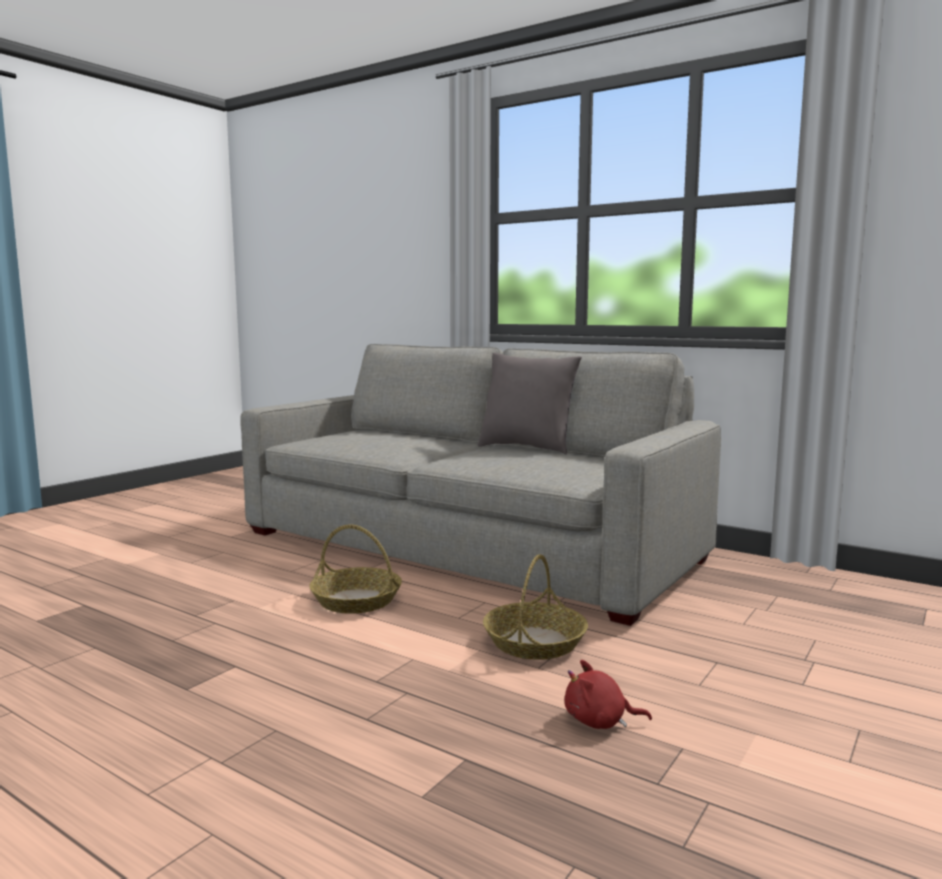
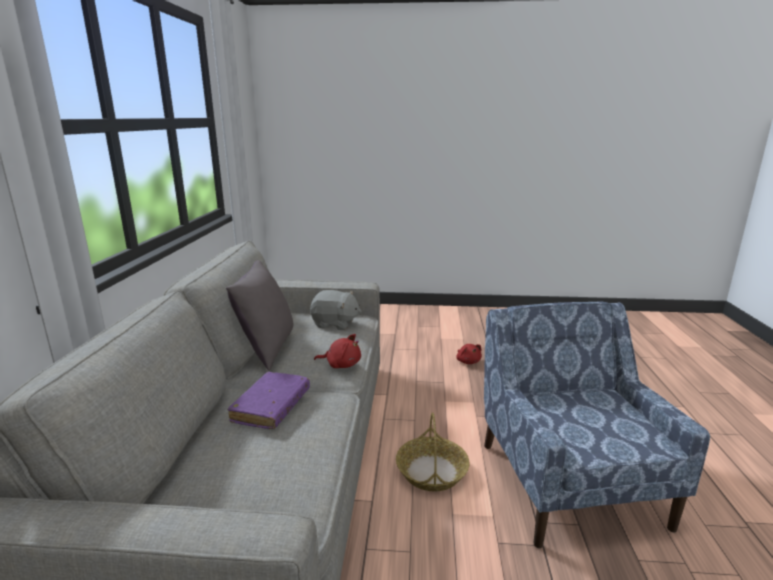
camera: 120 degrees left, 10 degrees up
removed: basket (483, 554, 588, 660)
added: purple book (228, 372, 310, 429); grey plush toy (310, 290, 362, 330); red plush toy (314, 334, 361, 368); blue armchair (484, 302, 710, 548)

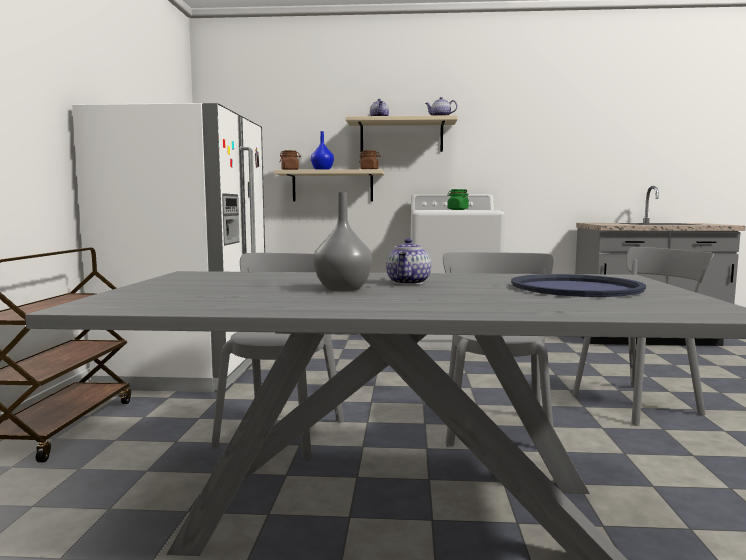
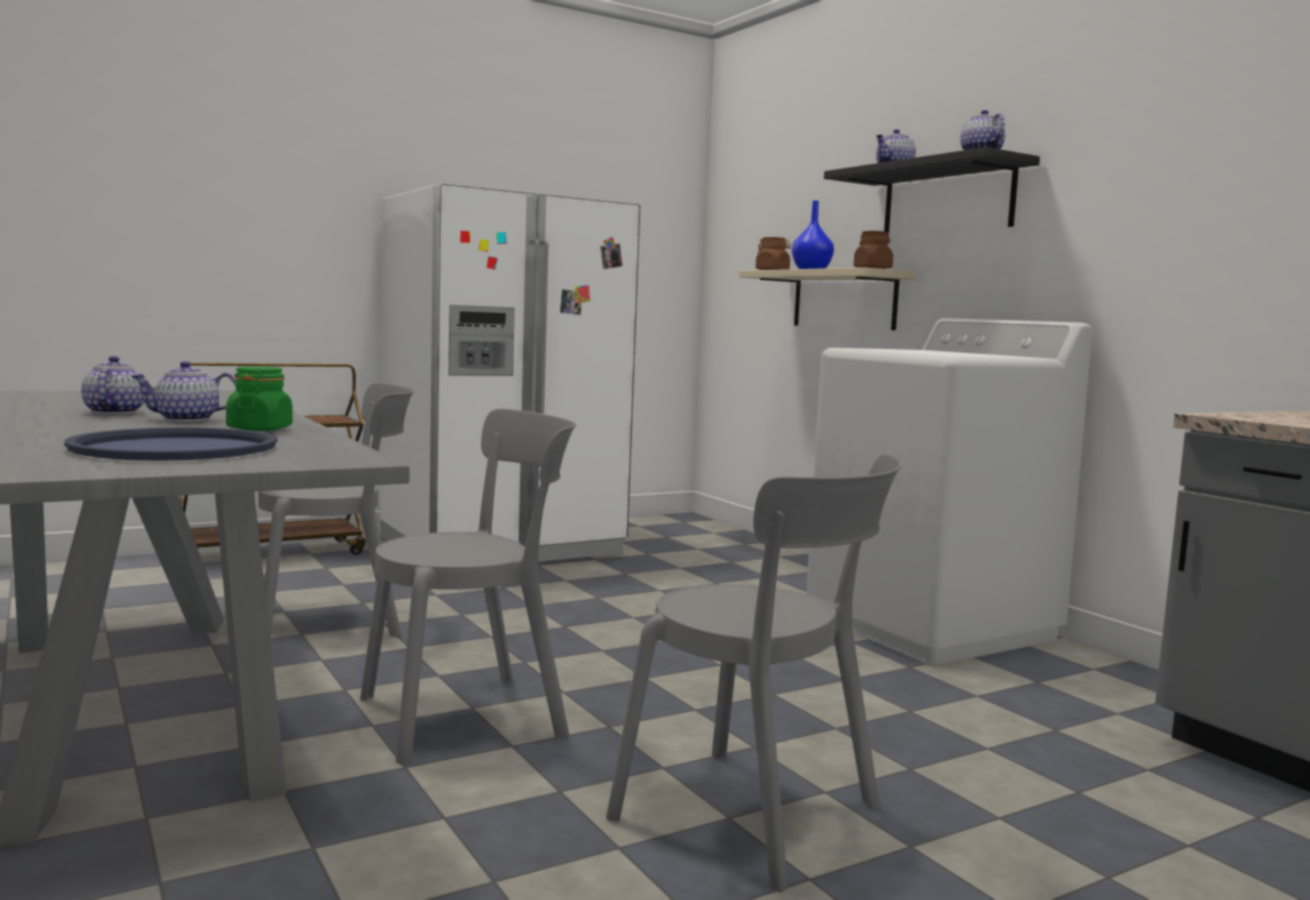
camera: 55 degrees right, 0 degrees up
moved: green jar (447, 189, 469, 210) to (226, 366, 293, 431)
replaced: grey vase (313, 192, 372, 291) to teapot (81, 356, 144, 414)
recoloured: beige shelf (346, 115, 458, 152) to black shelf (824, 147, 1040, 235)

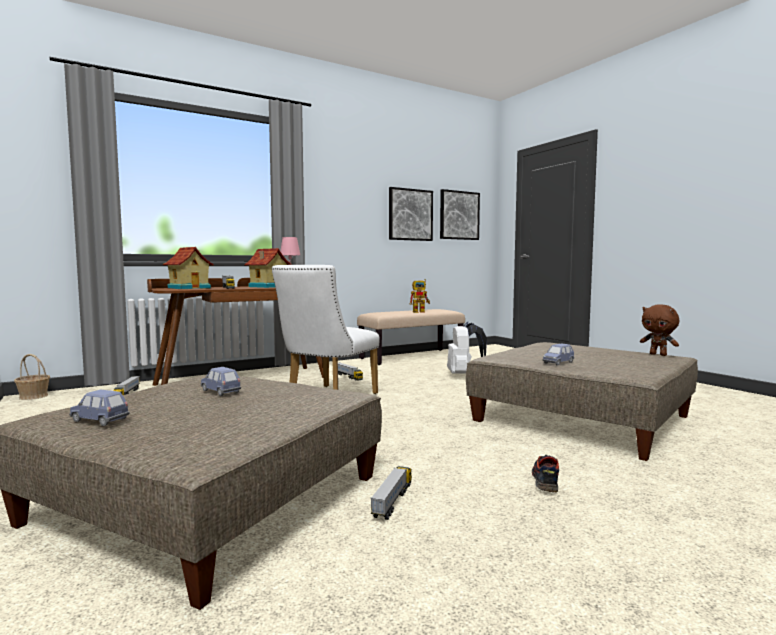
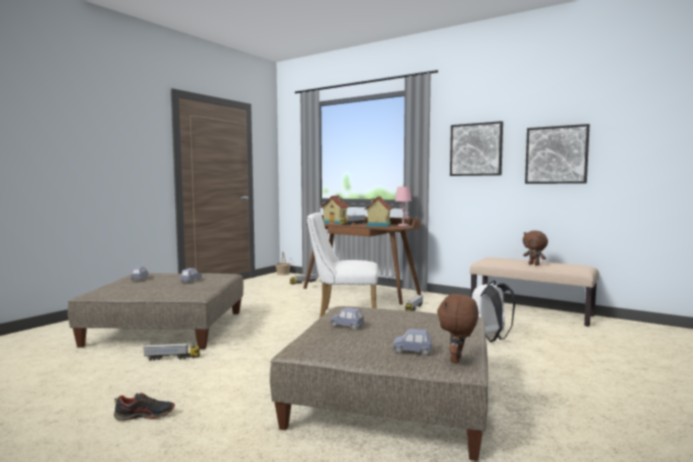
camera: 65 degrees right, 0 degrees up
added: blue toy car (392, 329, 433, 356)
moved: shoe (532, 455, 559, 492) to (114, 393, 175, 421); picture (440, 189, 480, 240) to (450, 121, 503, 176)
replaced: toy robot (409, 279, 430, 313) to brown plush toy (523, 231, 548, 266)

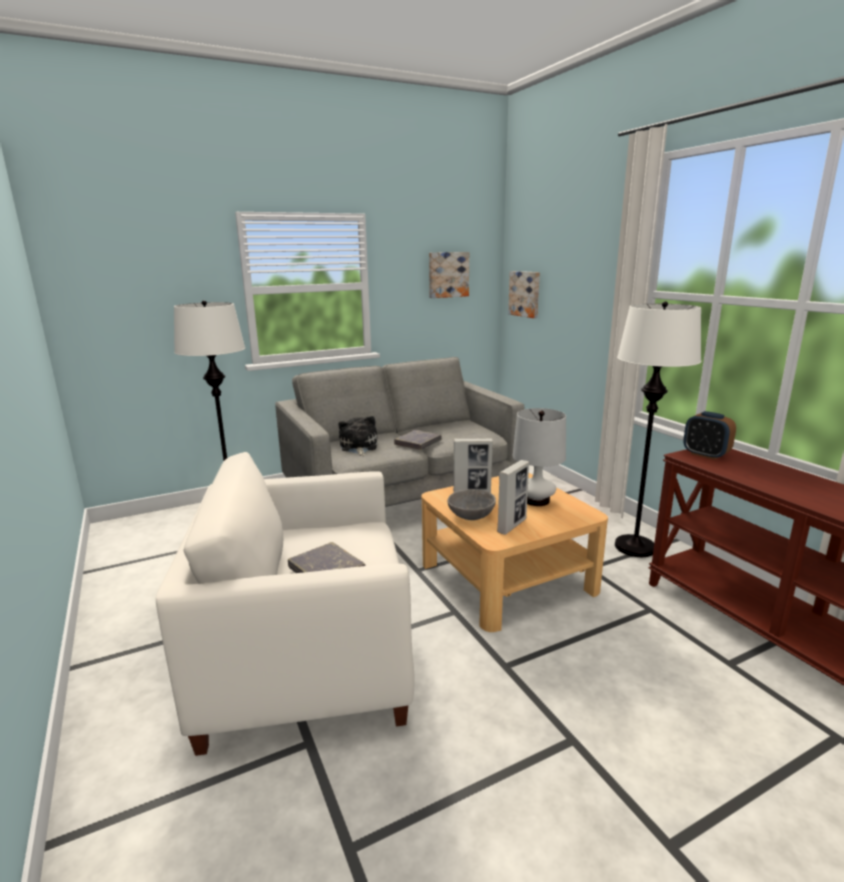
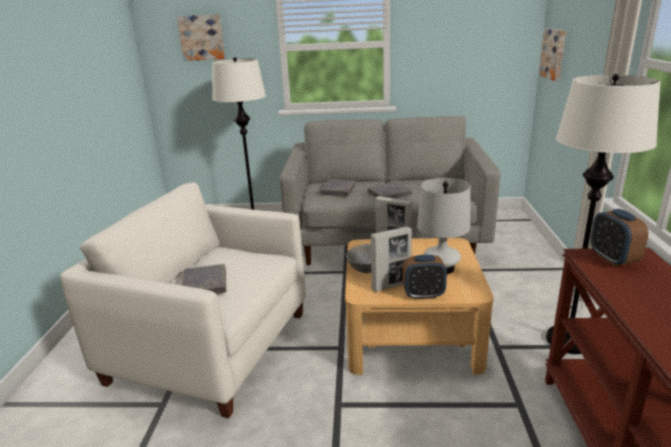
camera: 30 degrees right, 5 degrees up
added: alarm clock (402, 255, 447, 299)
moved: picture (429, 252, 469, 298) to (177, 14, 225, 61)
replaced: plush toy (339, 416, 377, 456) to grey book (320, 179, 356, 196)

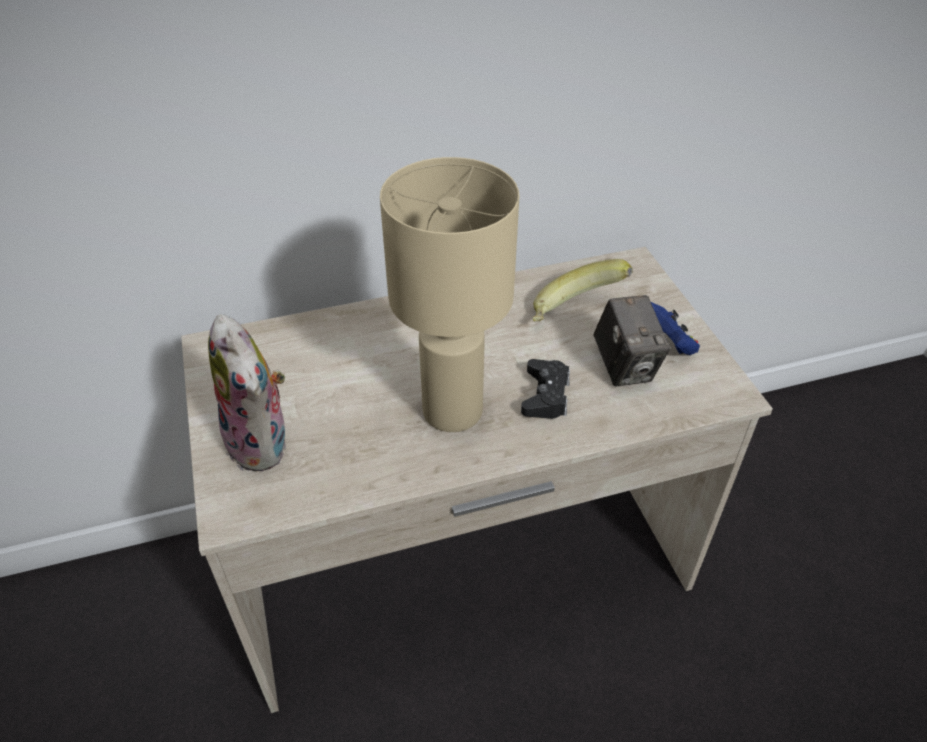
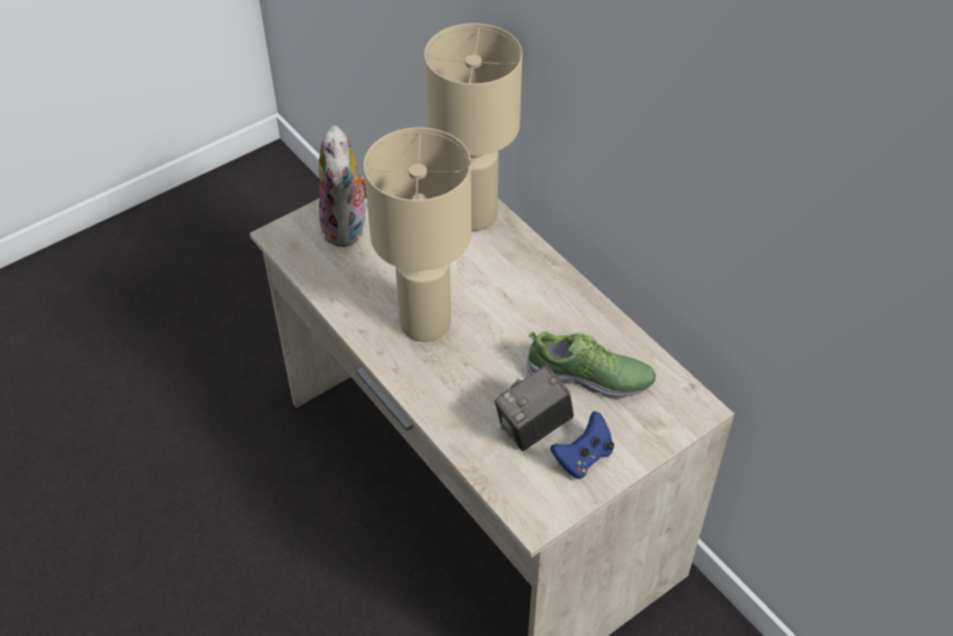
camera: 70 degrees right, 5 degrees up
removed: black game controller (521, 359, 570, 419)
added: beige table lamp (424, 23, 522, 231)
replaced: banana (532, 259, 633, 322) to shoe (526, 331, 656, 398)
turned: plush toy (208, 314, 286, 471) = (319, 125, 366, 247) 45 degrees counterclockwise

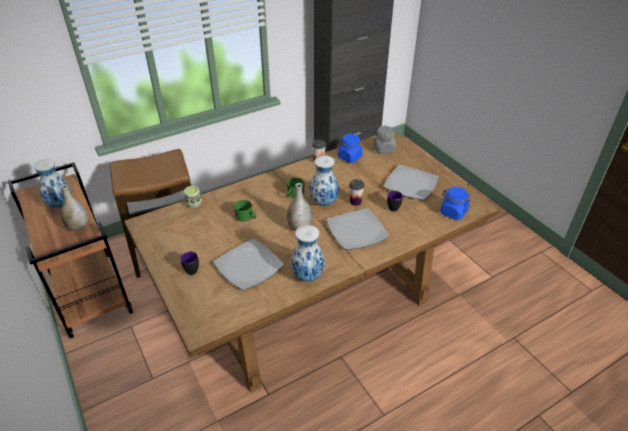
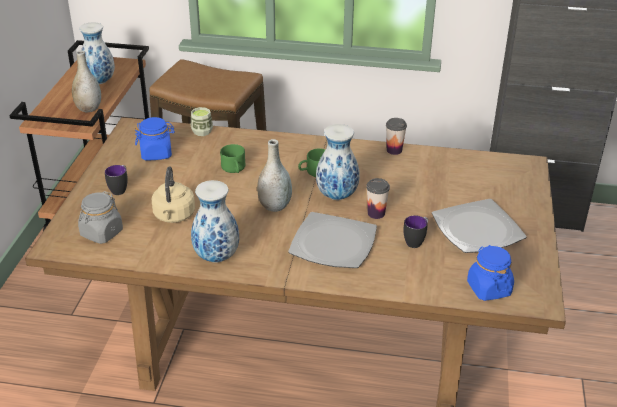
camera: 40 degrees right, 5 degrees down
moved: grey jar (373, 125, 396, 154) to (78, 191, 123, 244); blue jar (338, 134, 363, 163) to (135, 117, 175, 160)
replaced: plate (213, 239, 284, 290) to beige kettle (152, 167, 195, 223)

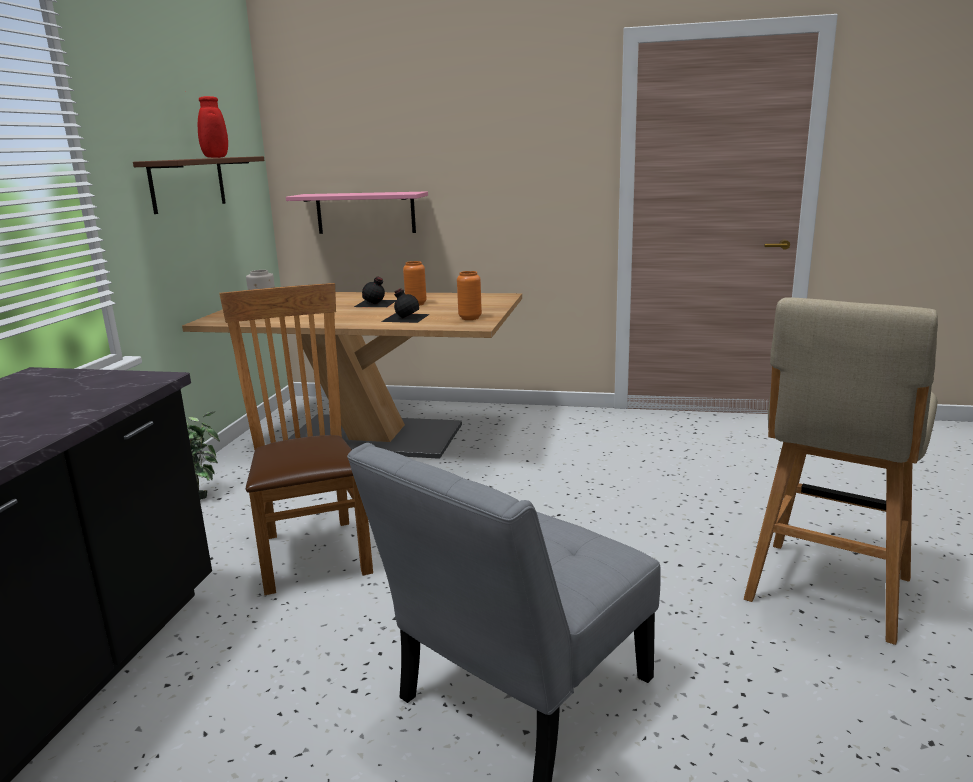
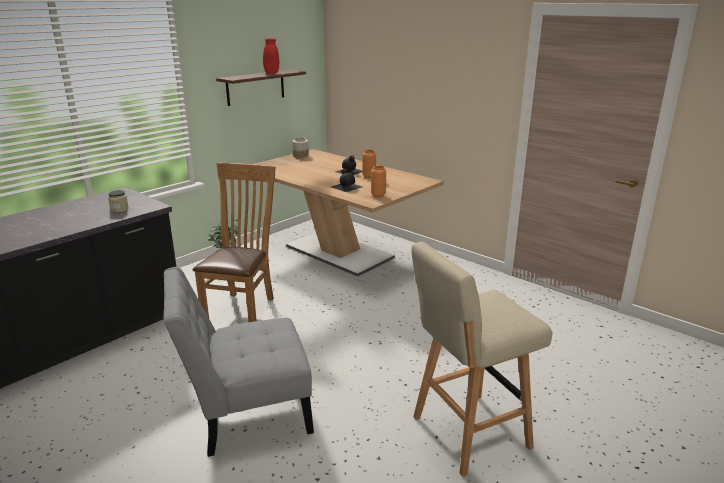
camera: 30 degrees right, 5 degrees up
removed: pink shelf (286, 191, 428, 234)
added: jar (108, 190, 129, 212)

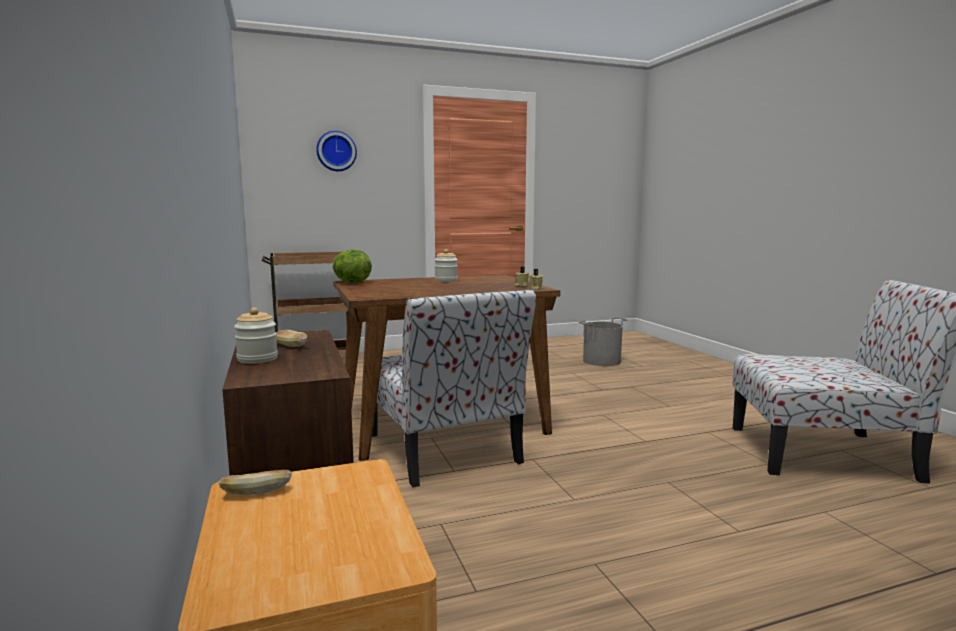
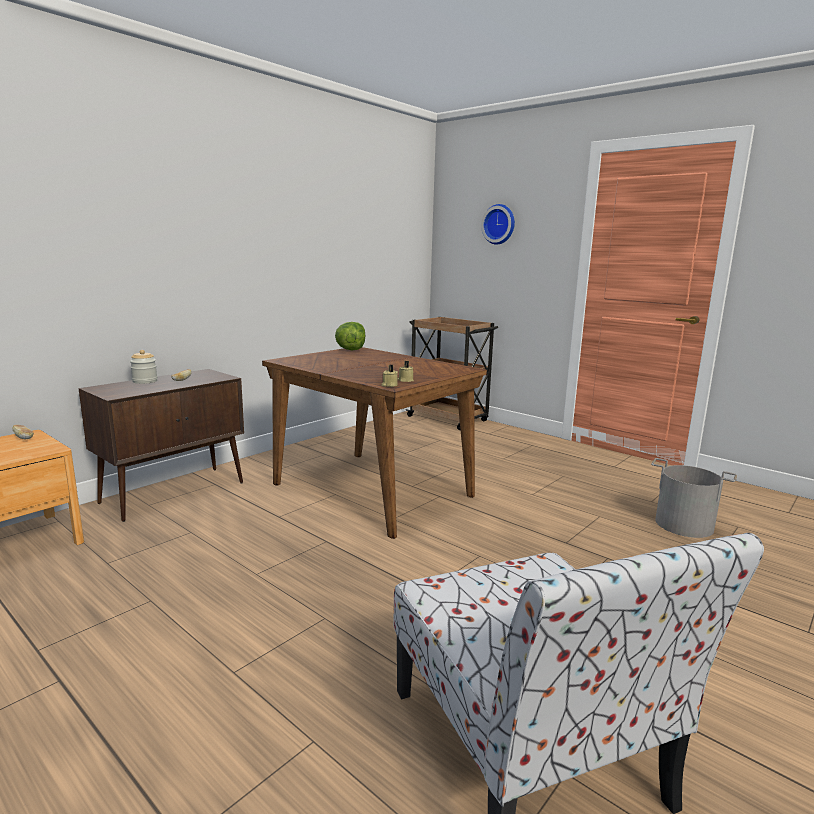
camera: 60 degrees right, 5 degrees up
removed: chair (372, 290, 536, 488); jar (435, 249, 458, 282)

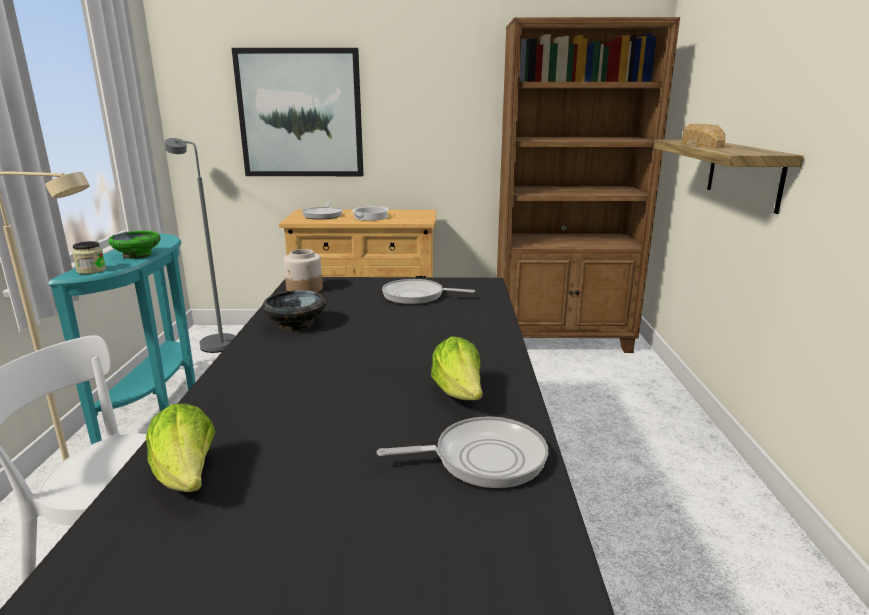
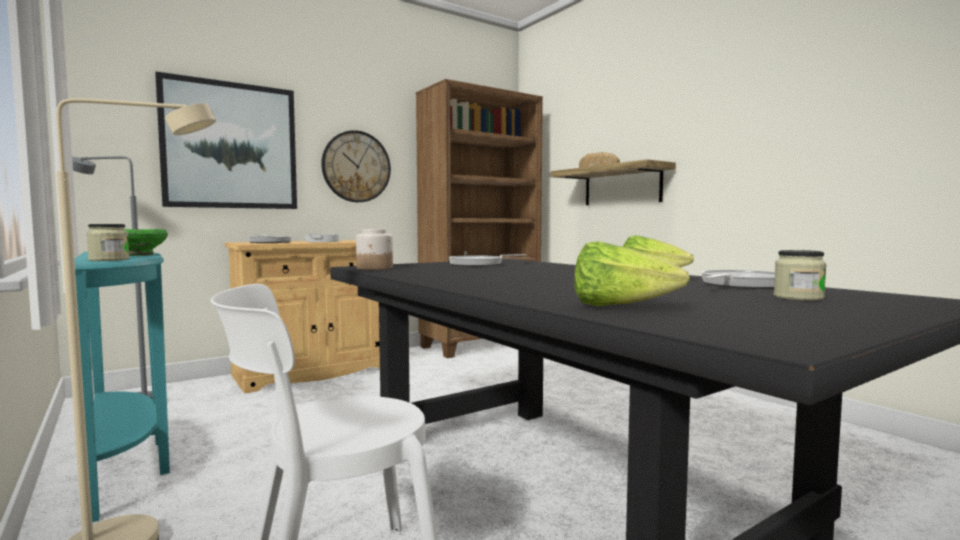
camera: 35 degrees left, 15 degrees down
removed: black bowl (263, 290, 326, 331)
added: wall clock (321, 130, 391, 202); jar (774, 250, 827, 301)

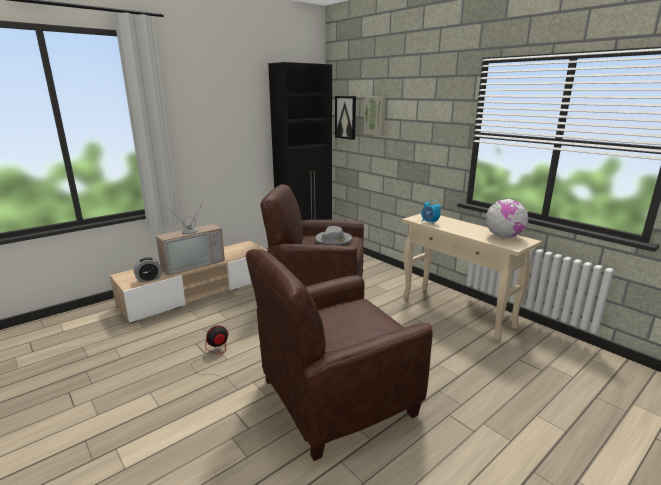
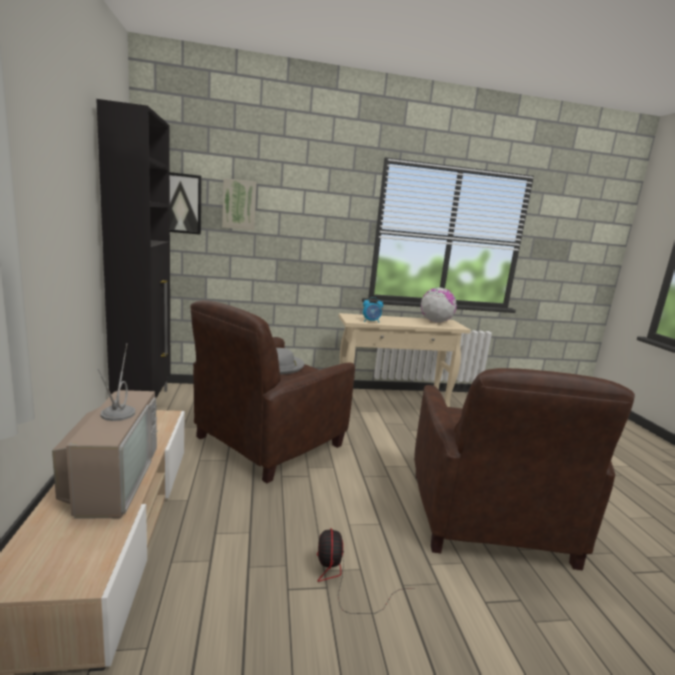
camera: 60 degrees left, 5 degrees down
removed: alarm clock (134, 257, 162, 283)

